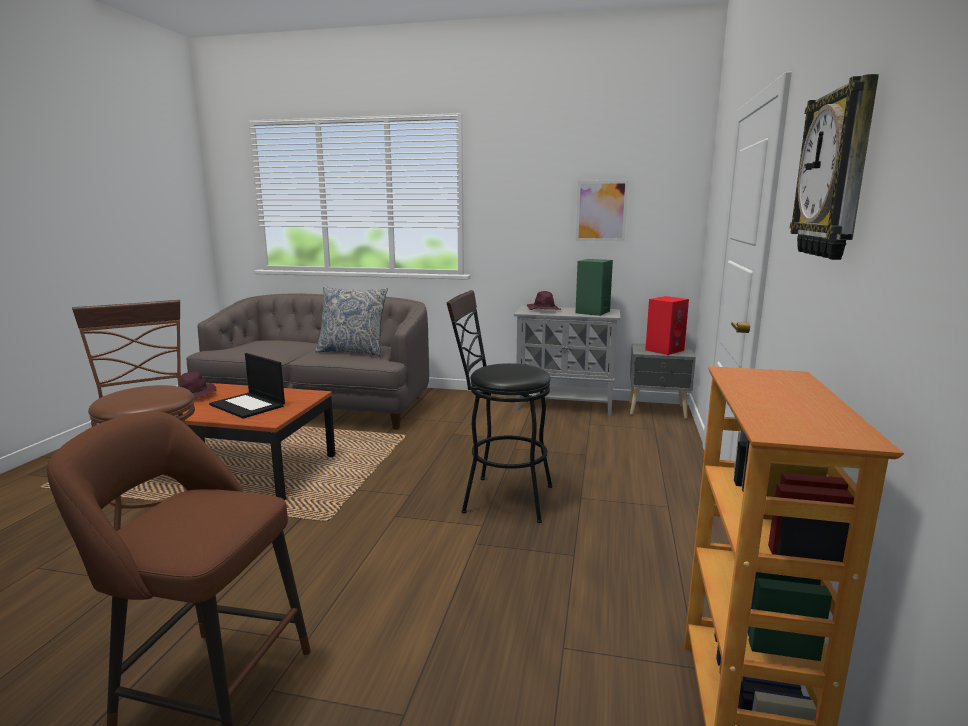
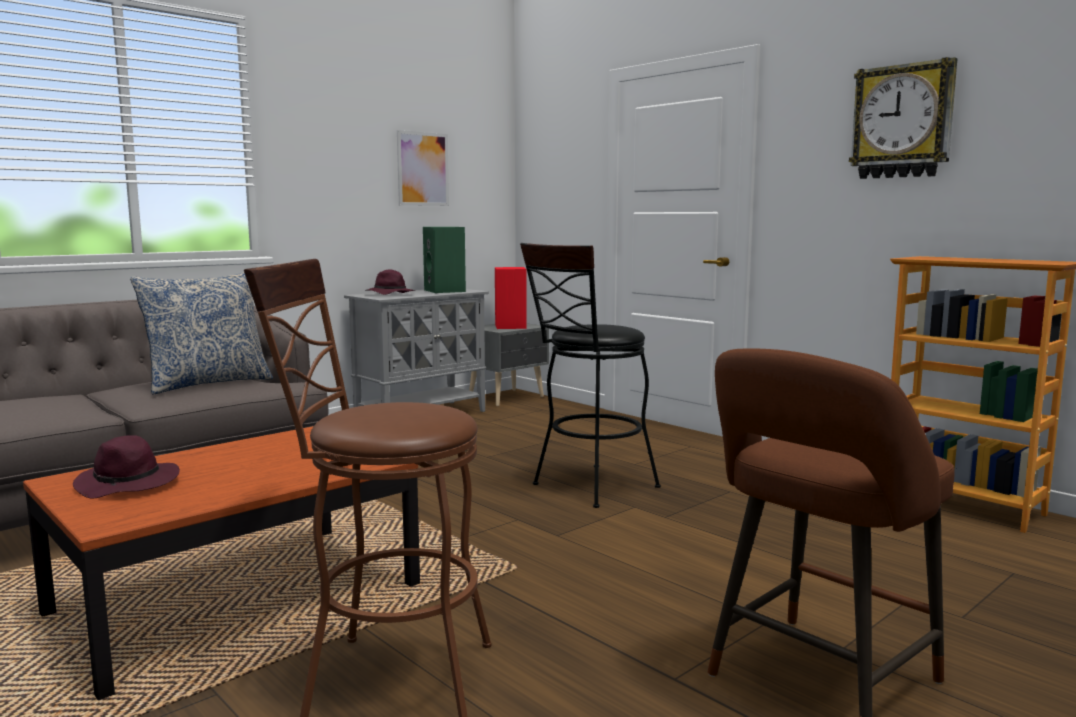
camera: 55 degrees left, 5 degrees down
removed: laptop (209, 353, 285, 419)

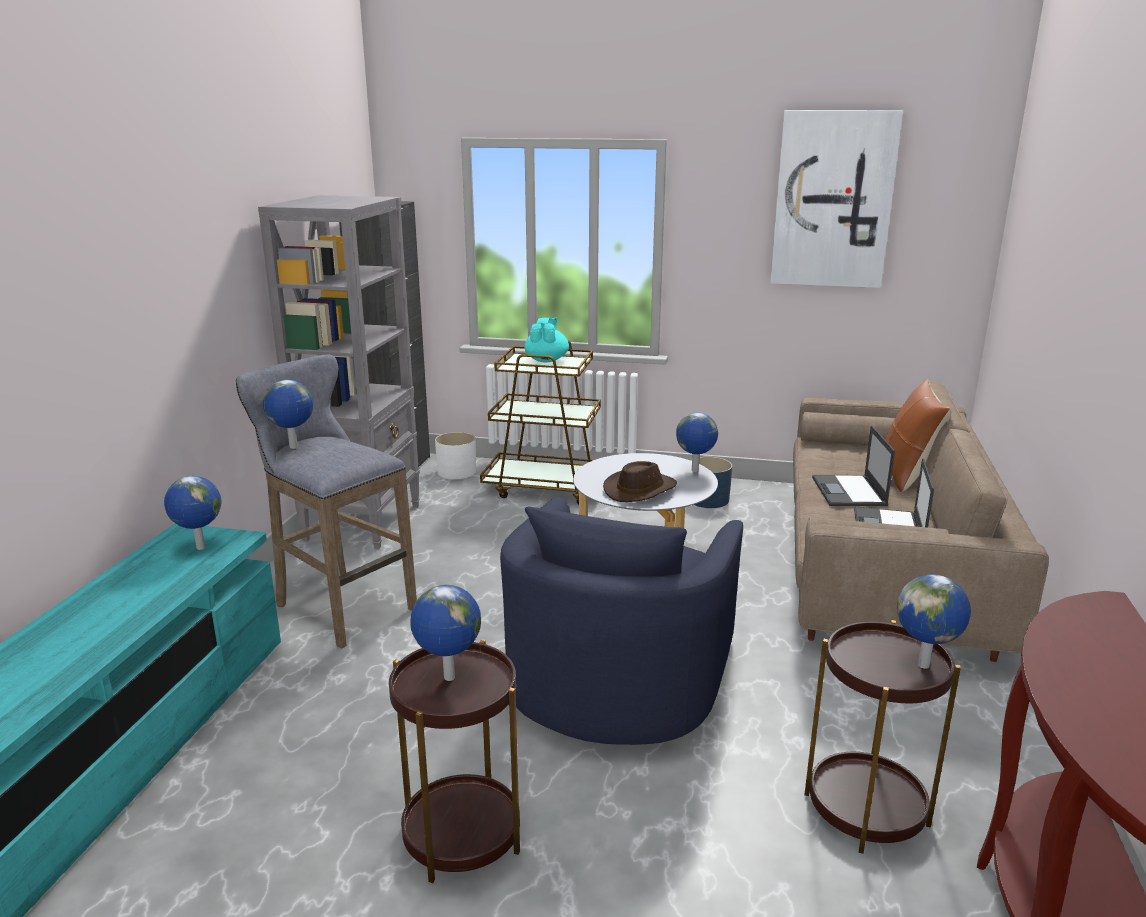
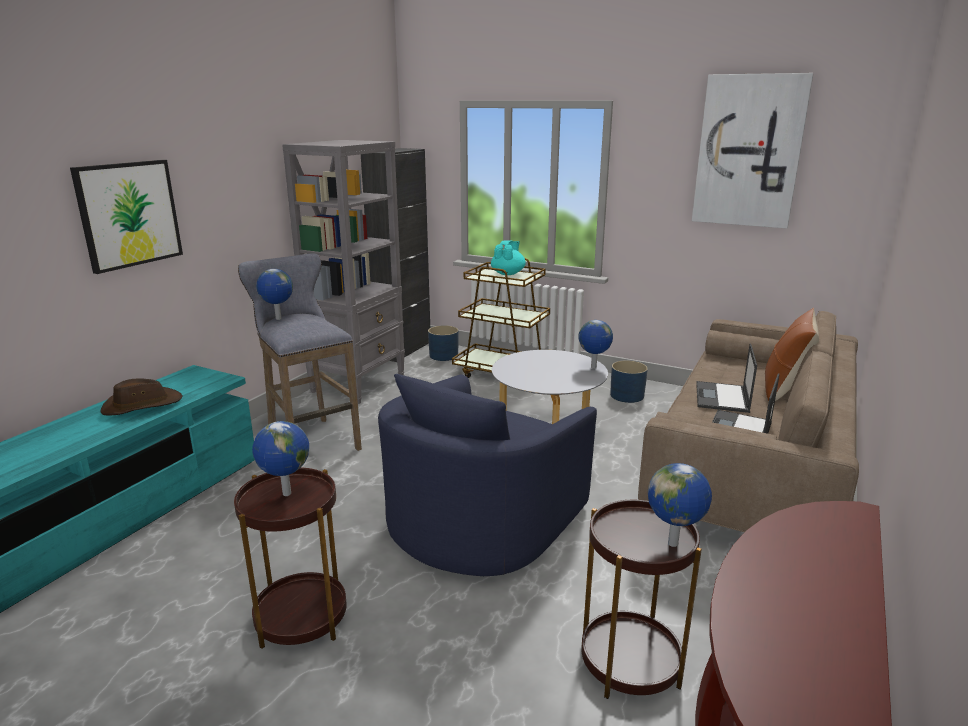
camera: 15 degrees right, 0 degrees up
removed: globe (164, 476, 222, 550)
added: picture (70, 160, 183, 274)
moved: brown hat (603, 461, 677, 502) to (100, 378, 183, 415)
recoloured: white planter (435, 432, 476, 479) to blue planter (428, 325, 459, 361)

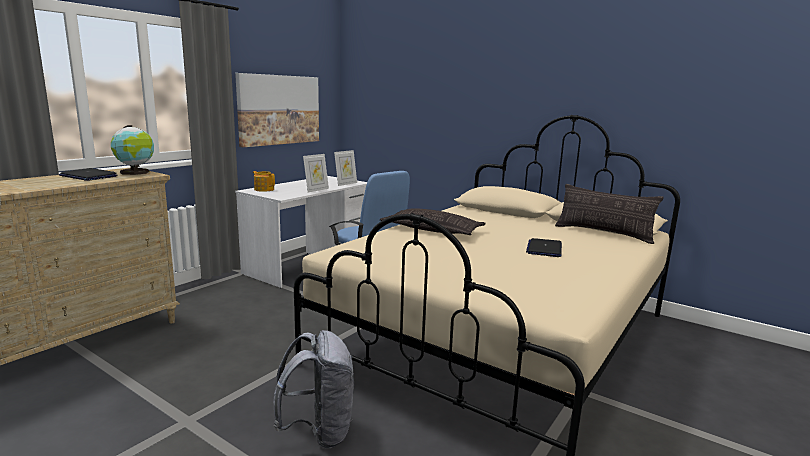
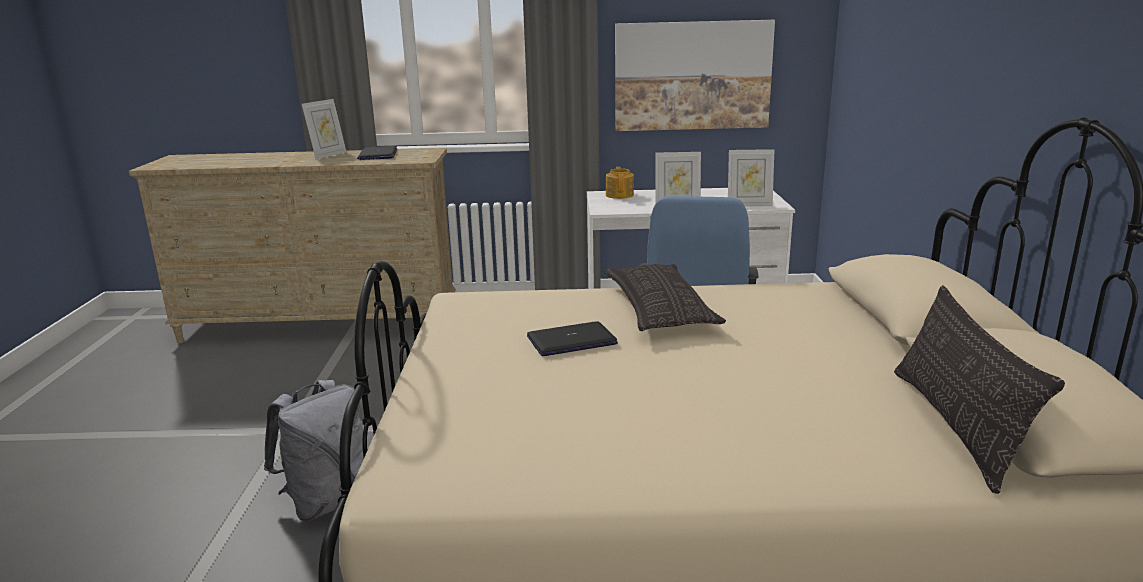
camera: 55 degrees right, 5 degrees up
removed: globe (111, 125, 154, 175)
added: picture frame (302, 99, 346, 159)
moved: laptop (526, 238, 562, 257) to (527, 321, 618, 356)

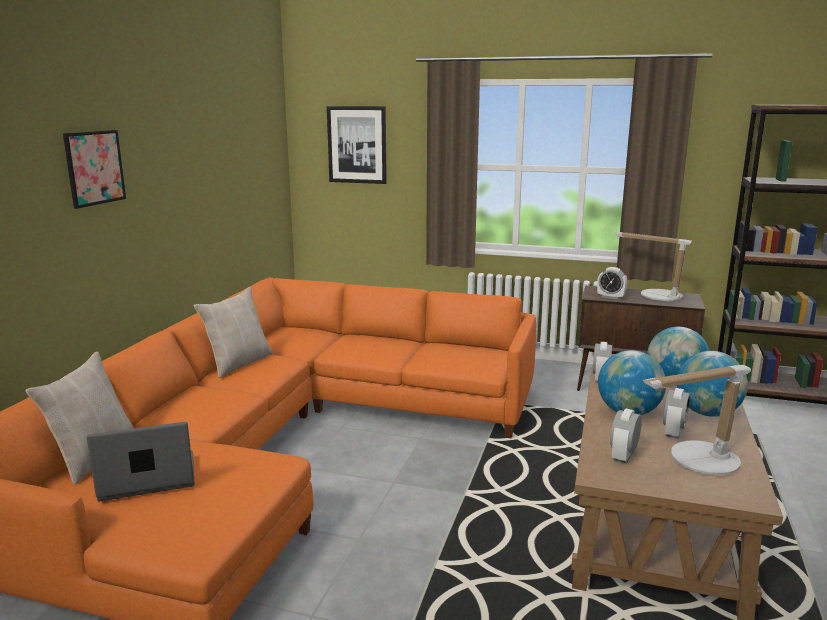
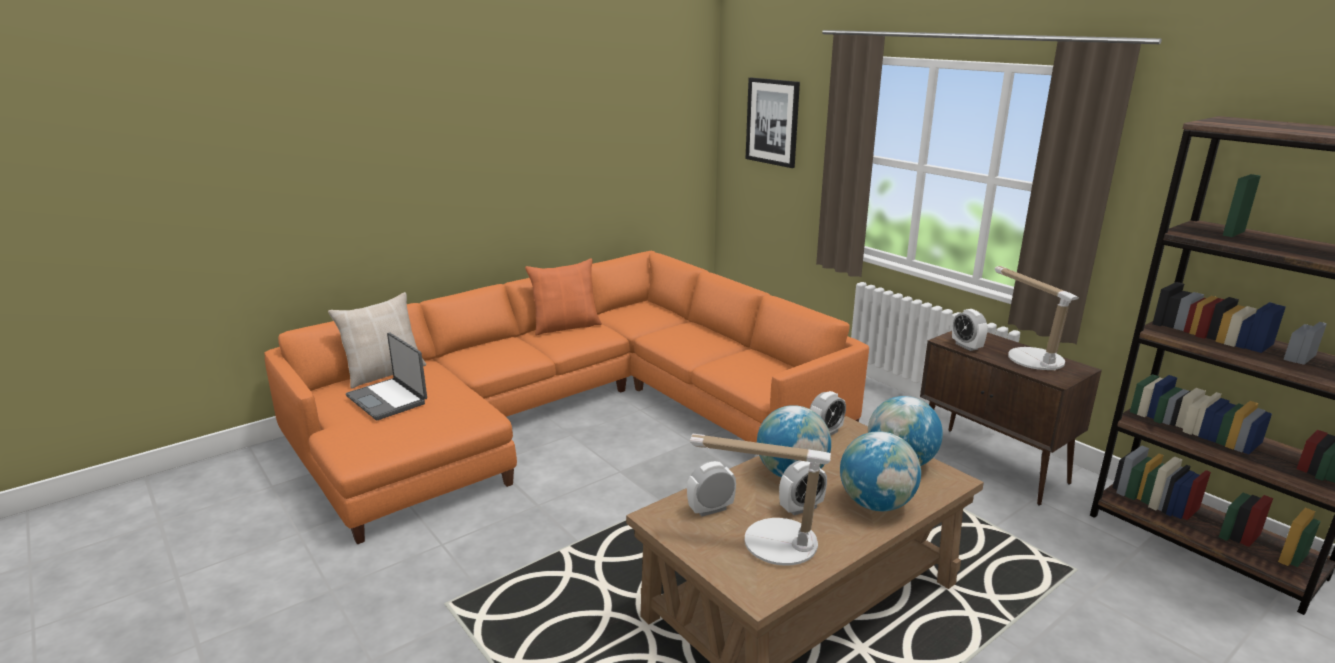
camera: 35 degrees right, 5 degrees up
removed: picture (63, 130, 126, 209)
recoloured: beige pillow (194, 287, 273, 378) to orange pillow (525, 258, 602, 336)
turned: laptop (87, 422, 194, 501) = (346, 332, 427, 420) 150 degrees counterclockwise

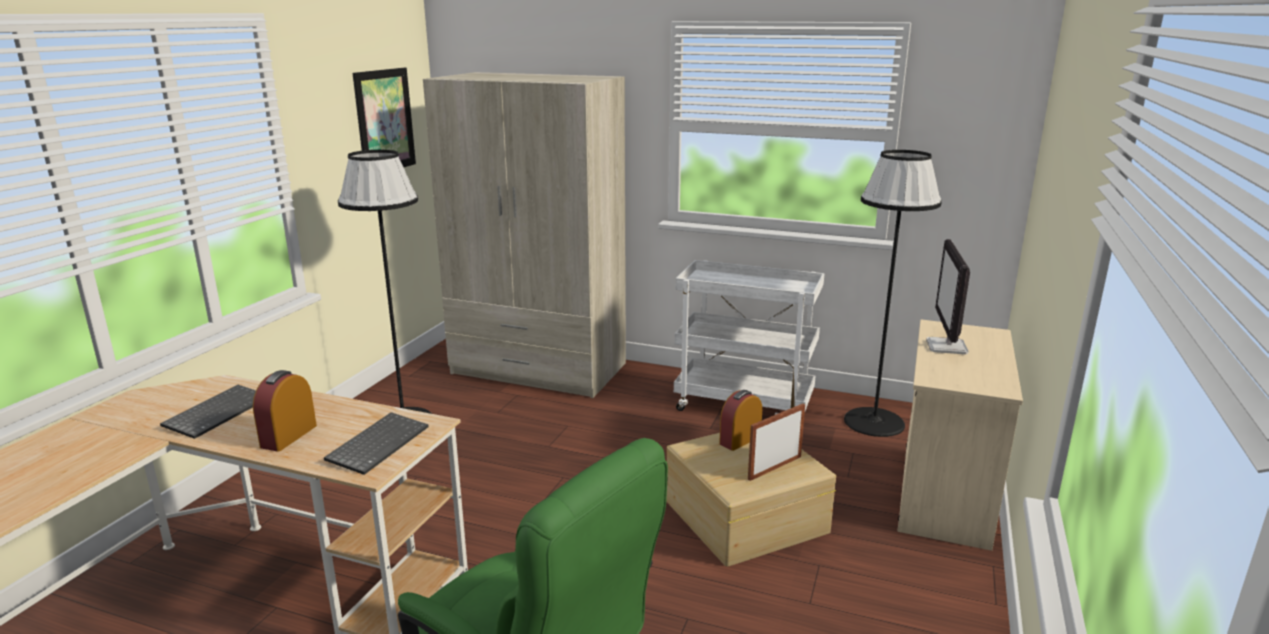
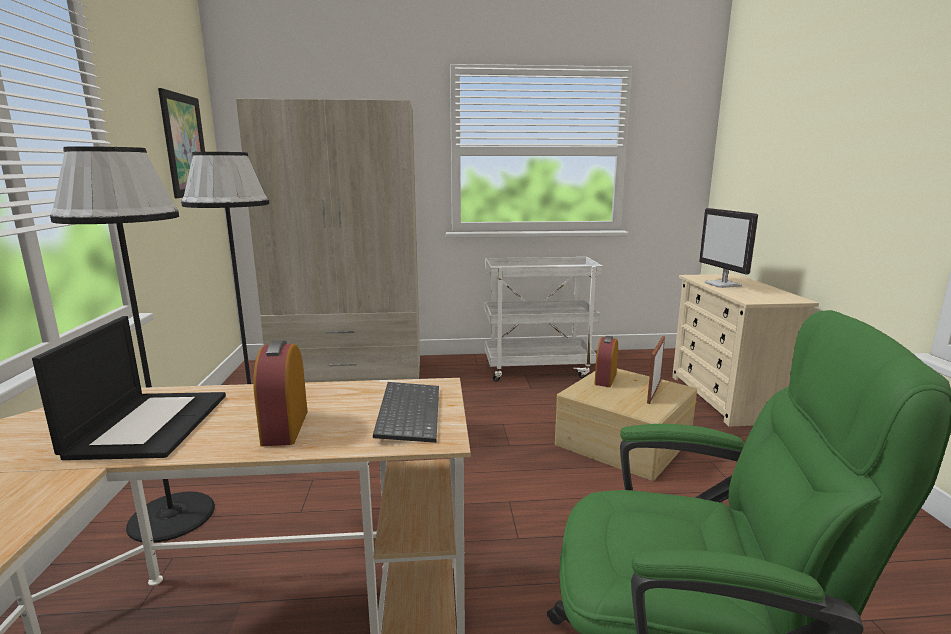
camera: 25 degrees left, 5 degrees down
moved: black floor lamp (844, 150, 942, 437) to (50, 146, 215, 542)
replaced: keyboard (160, 385, 256, 439) to laptop (32, 316, 226, 460)

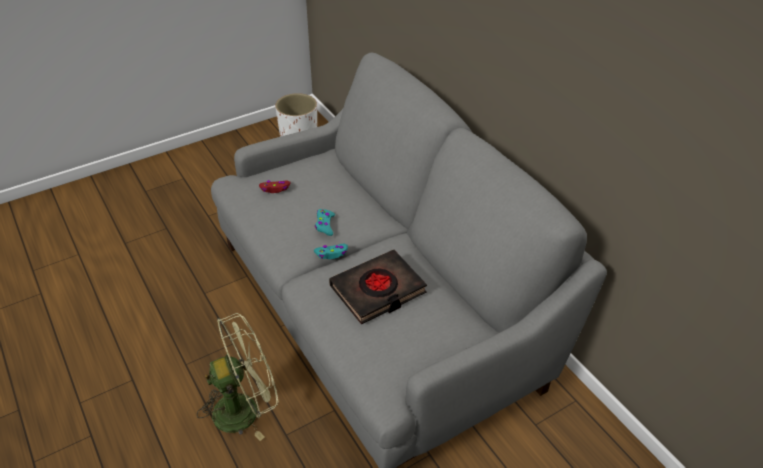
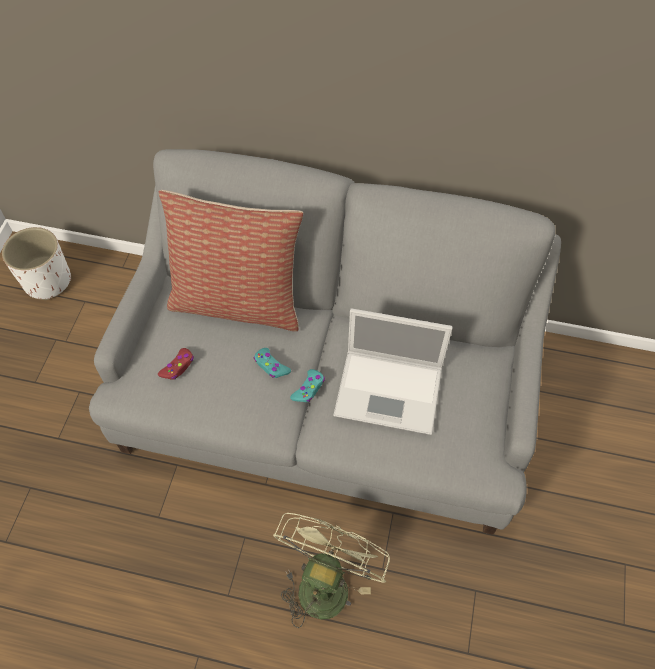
camera: 45 degrees left, 15 degrees up
added: pillow (159, 190, 303, 331)
replaced: black book (329, 250, 427, 325) to laptop (333, 308, 453, 435)

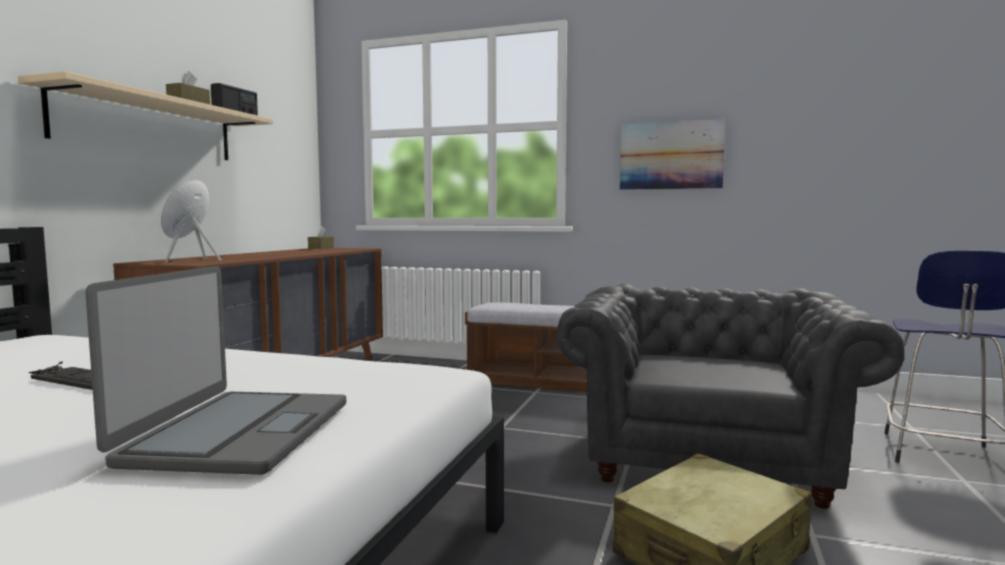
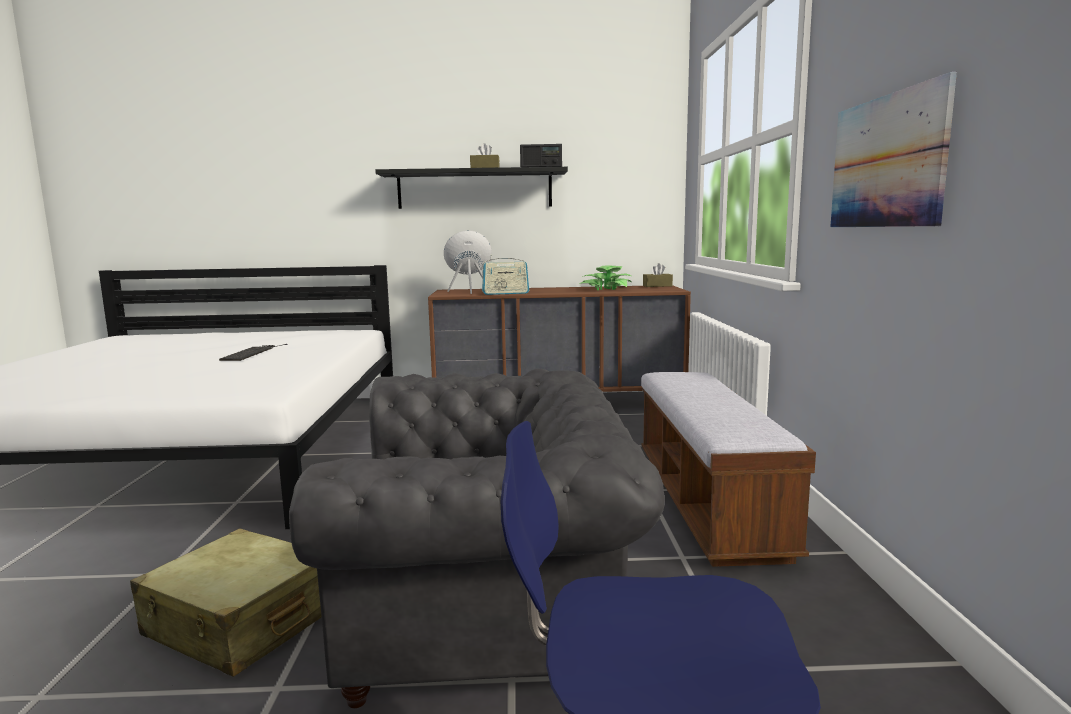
camera: 70 degrees right, 5 degrees up
removed: laptop (85, 266, 346, 475)
added: radio (482, 255, 529, 295); potted plant (579, 265, 632, 290)
recoloured: beige shelf (18, 71, 273, 160) to black shelf (375, 167, 568, 209)

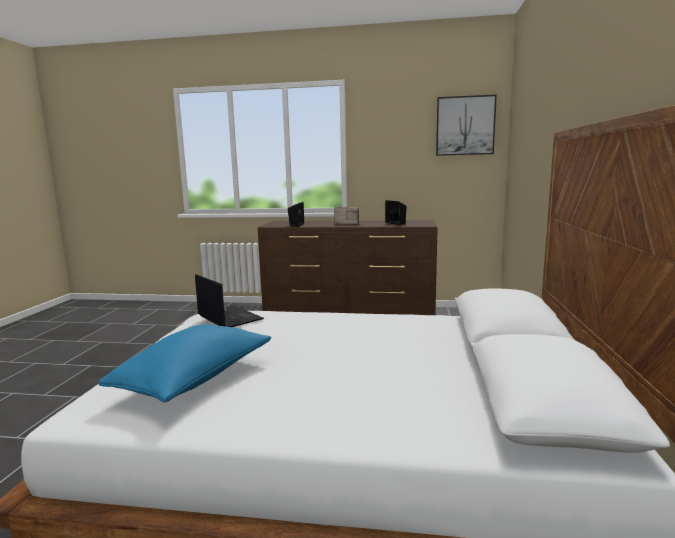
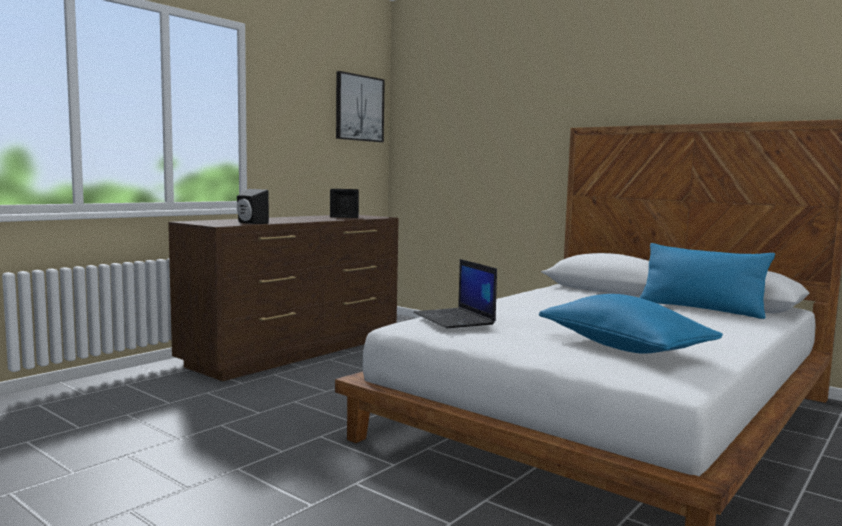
camera: 60 degrees left, 5 degrees down
removed: radio (334, 207, 360, 224)
added: blue pillow (640, 243, 775, 319)
turned: laptop (195, 274, 264, 327) = (414, 259, 497, 329) 105 degrees counterclockwise

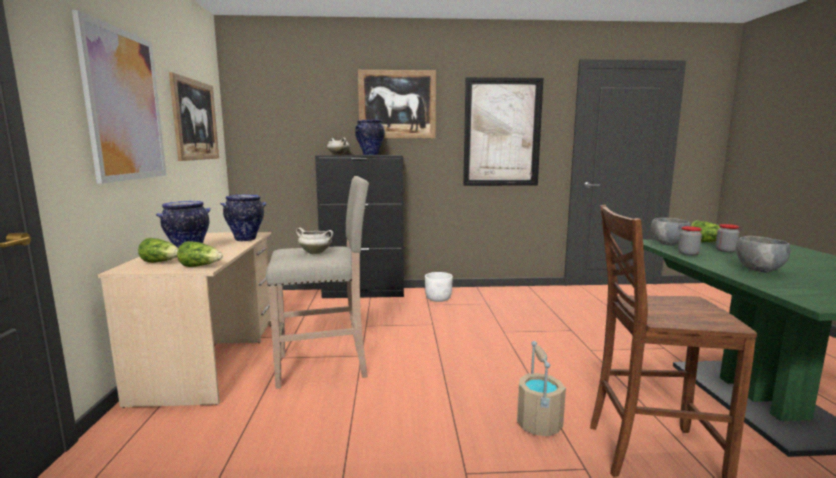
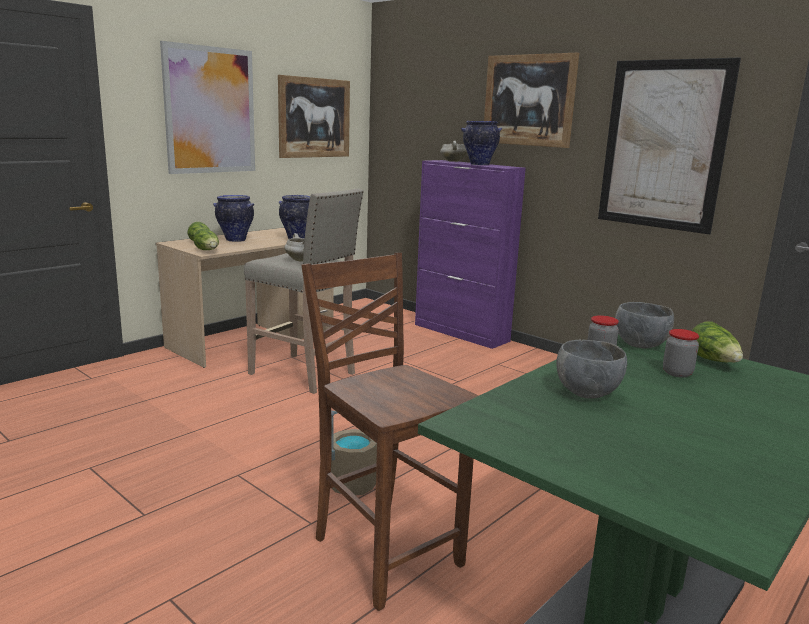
camera: 45 degrees right, 5 degrees up
removed: white planter (425, 272, 453, 302)
recoloured: black cabinet (315, 155, 404, 298) to purple cabinet (415, 160, 526, 349)

